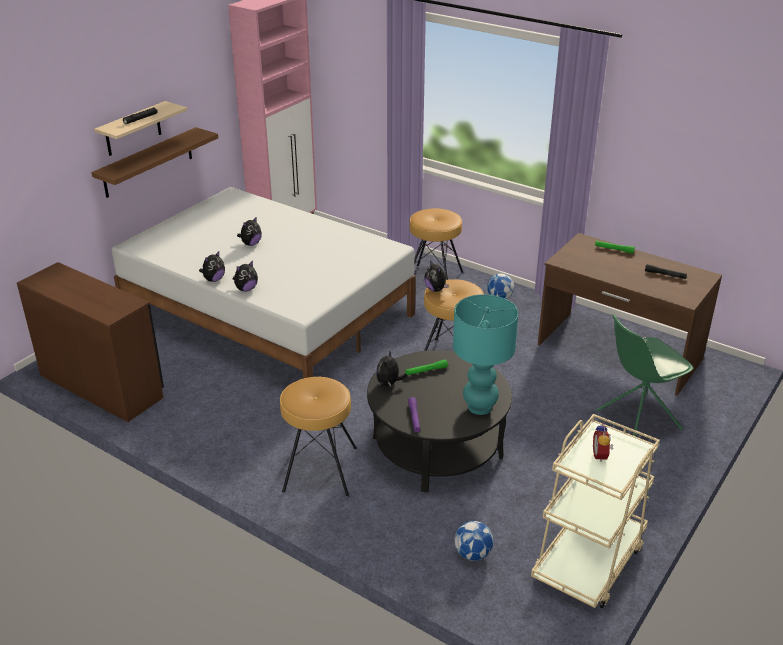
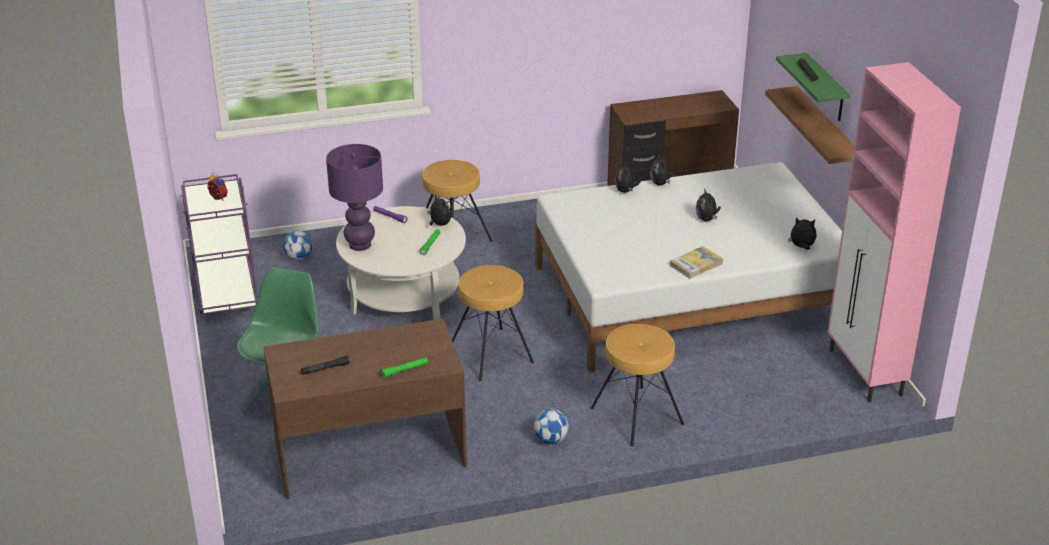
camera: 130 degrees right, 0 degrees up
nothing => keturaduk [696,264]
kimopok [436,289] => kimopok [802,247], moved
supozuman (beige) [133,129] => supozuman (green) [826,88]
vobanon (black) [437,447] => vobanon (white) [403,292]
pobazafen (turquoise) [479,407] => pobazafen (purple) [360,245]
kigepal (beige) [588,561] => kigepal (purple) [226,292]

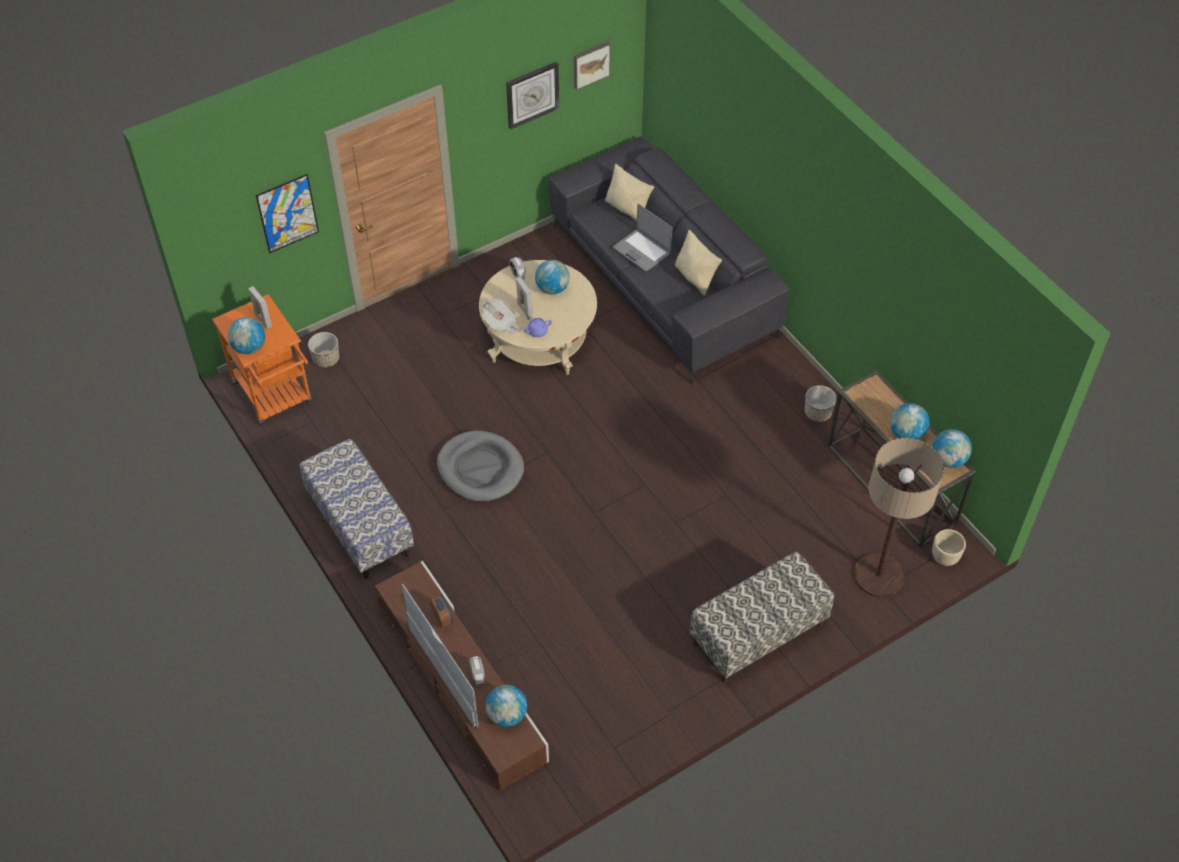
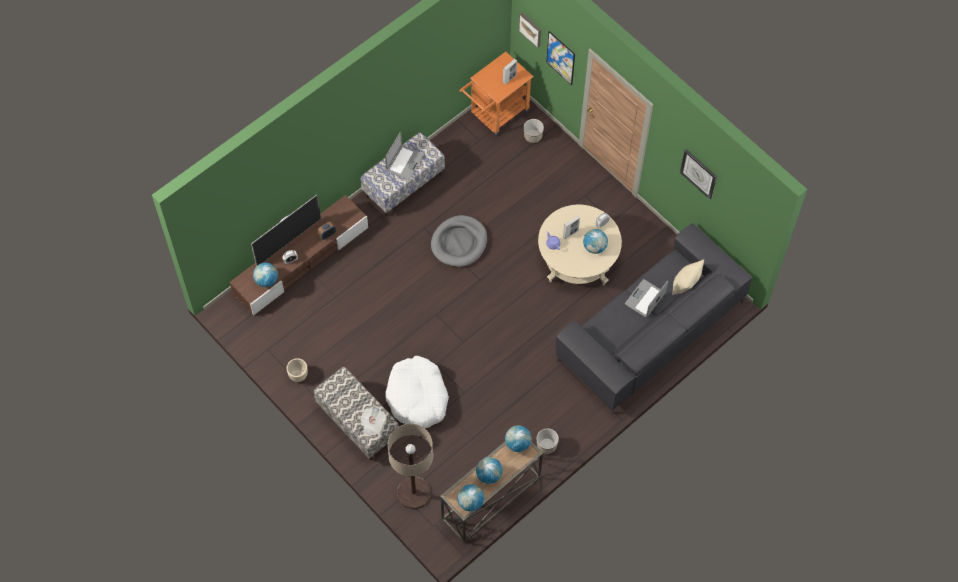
camera: 80 degrees right, 10 degrees up
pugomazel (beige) [695,277] => nothing
nothing => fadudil [404,162]
nothing => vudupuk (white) [417,397]
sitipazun [249,347] => sitipazun [517,443], moved
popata [501,323] => popata [372,425], moved
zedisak [590,64] => zedisak [531,29], moved
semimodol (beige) [945,557] => semimodol (beige) [298,375], moved

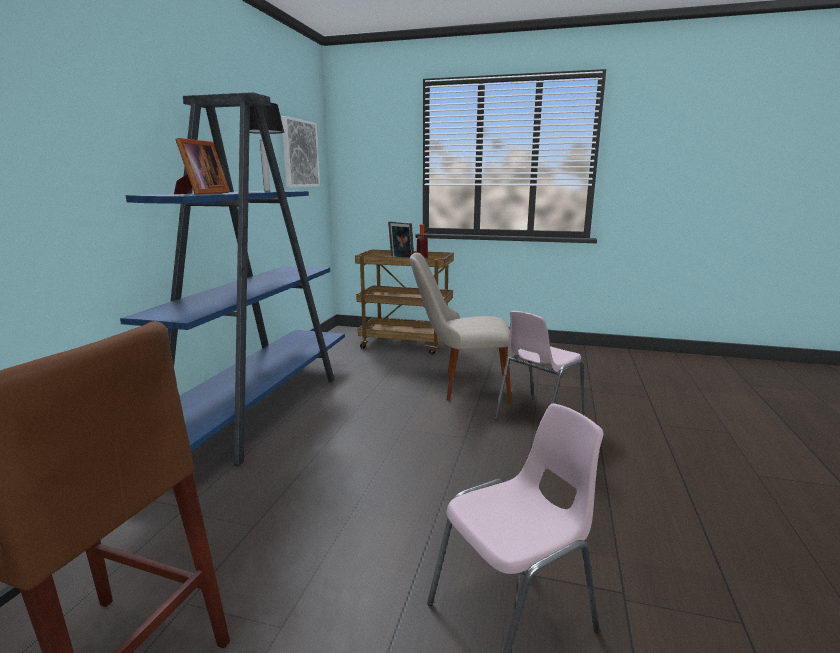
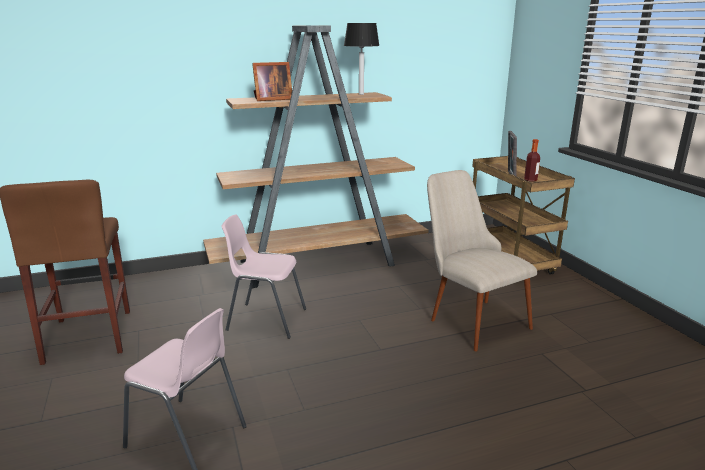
camera: 55 degrees right, 5 degrees up
zedisak [300,154] => nothing
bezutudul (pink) [537,418] => bezutudul (pink) [266,319], moved
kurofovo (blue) [259,409] => kurofovo (brown) [319,263]

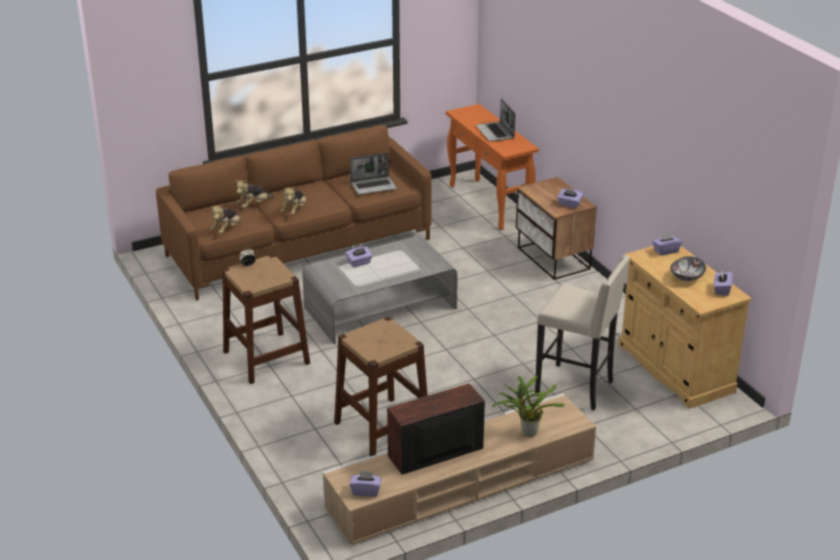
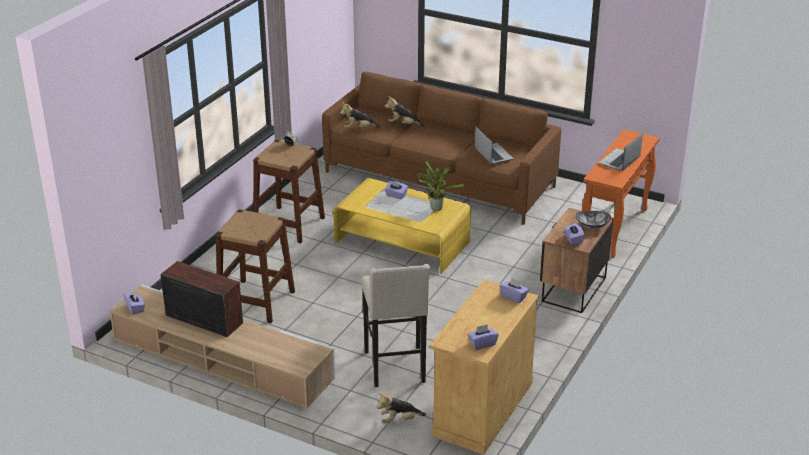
camera: 55 degrees right, 0 degrees up
kimopok [295,210] => kimopok [399,420], moved
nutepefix [527,432] => nutepefix [435,207], moved
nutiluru [687,277] => nutiluru [592,226], moved
vobanon (grey) [380,308] => vobanon (yellow) [402,242]
fadudil [374,186] => fadudil [493,154], 150 degrees counterclockwise

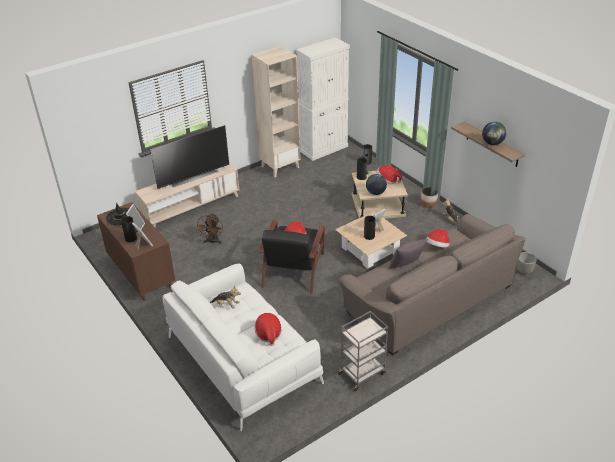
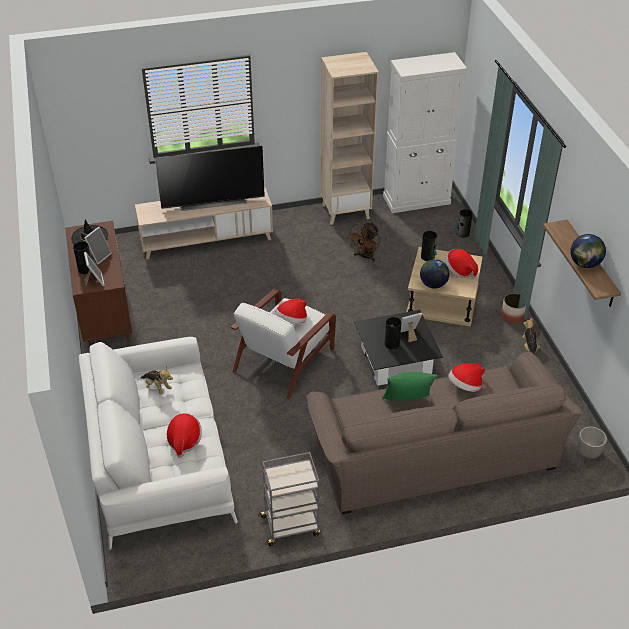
camera: 20 degrees right, 5 degrees up
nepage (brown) [212,242] => nepage (brown) [365,257], moved
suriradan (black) [293,269] => suriradan (white) [285,358]
vobanon (beige) [370,250] => vobanon (black) [395,361]
pugomazel (grey) [406,266] => pugomazel (green) [407,402]

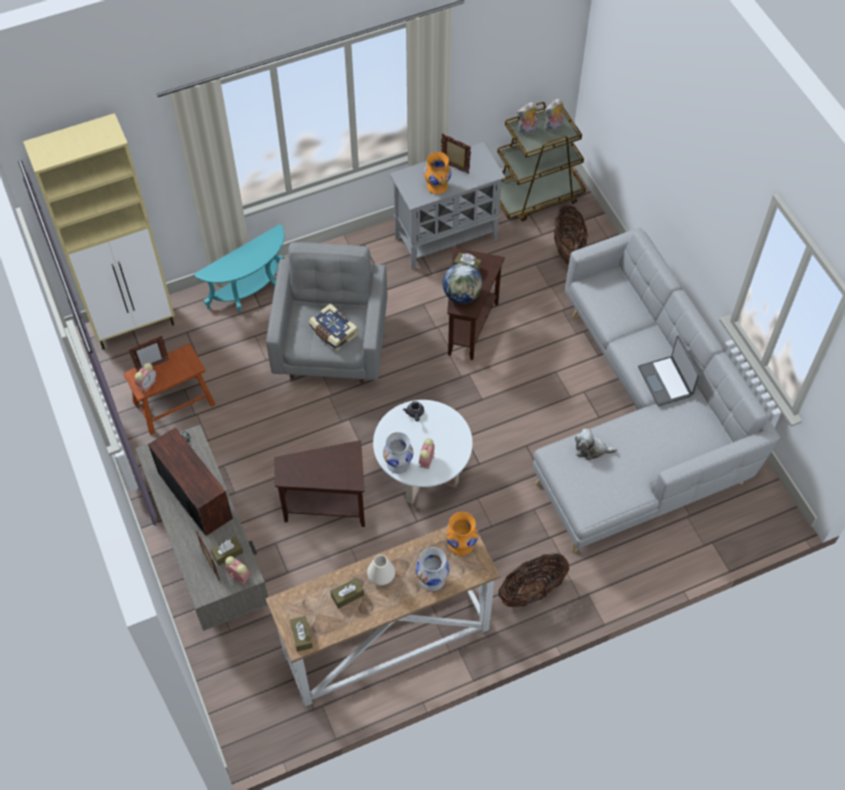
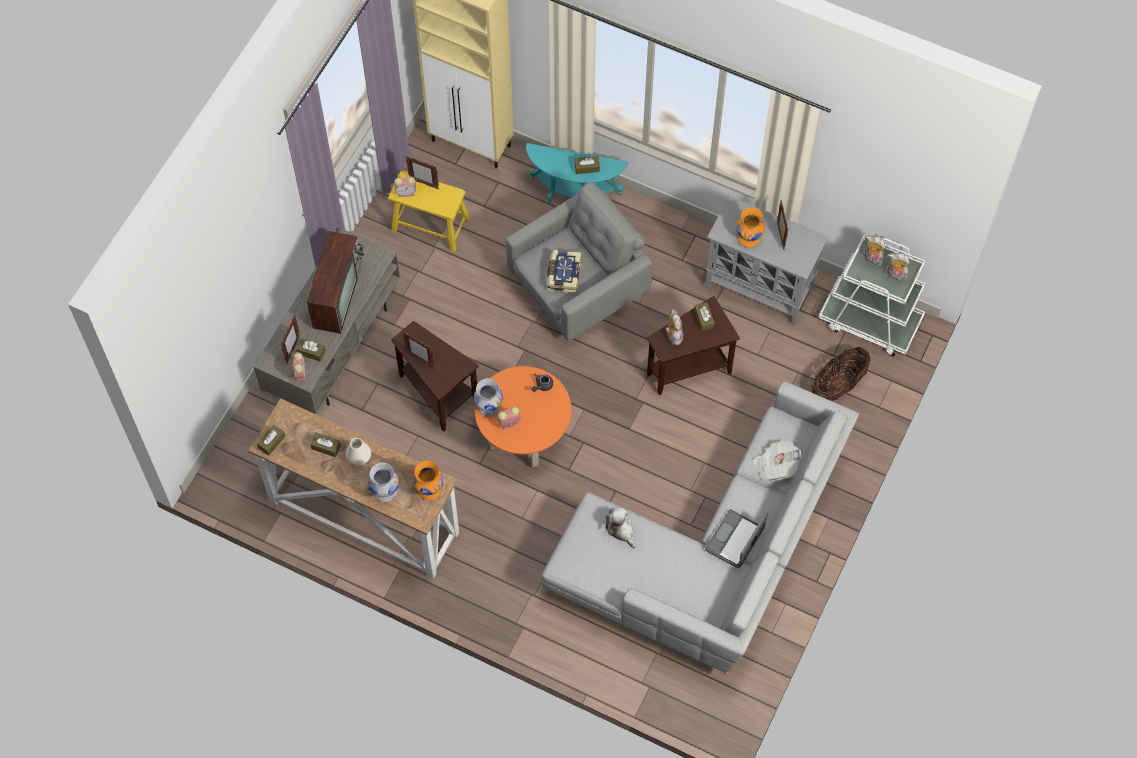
camera: 50 degrees right, 5 degrees up
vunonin [532,590] => nothing
nothing => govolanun [420,360]
nothing => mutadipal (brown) [587,167]
nothing => popata [775,465]
sitipazun [462,295] => kimopok [673,335]
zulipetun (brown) [174,403] => zulipetun (yellow) [430,224]
vobanon (white) [422,473] => vobanon (orange) [524,436]
kigepal (brown) [536,195] => kigepal (white) [870,321]

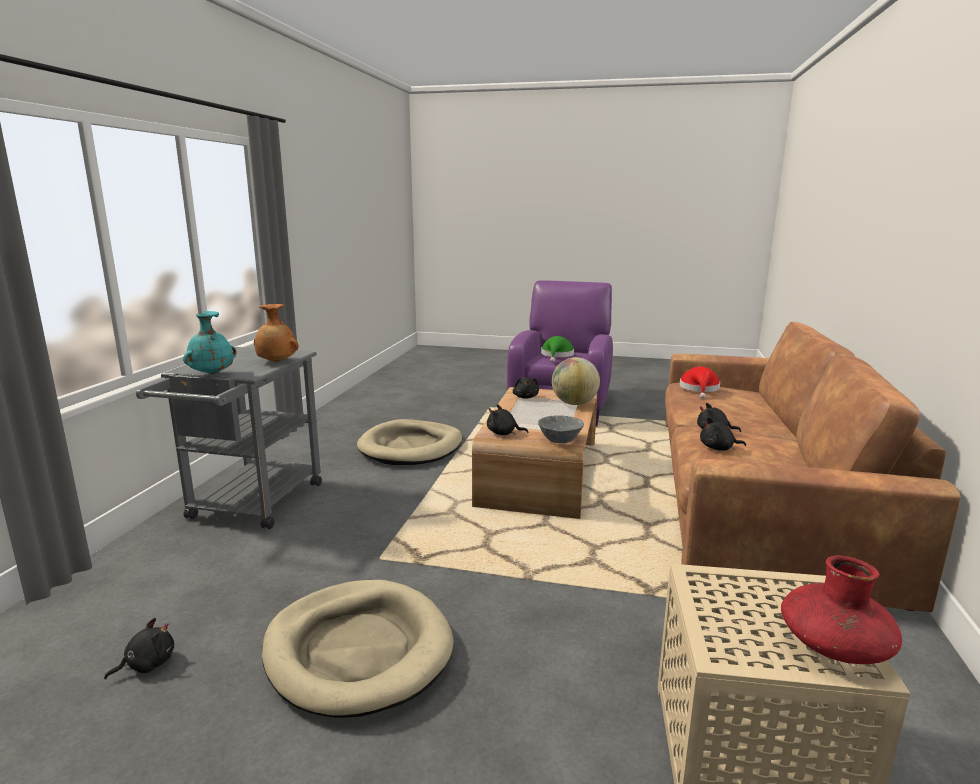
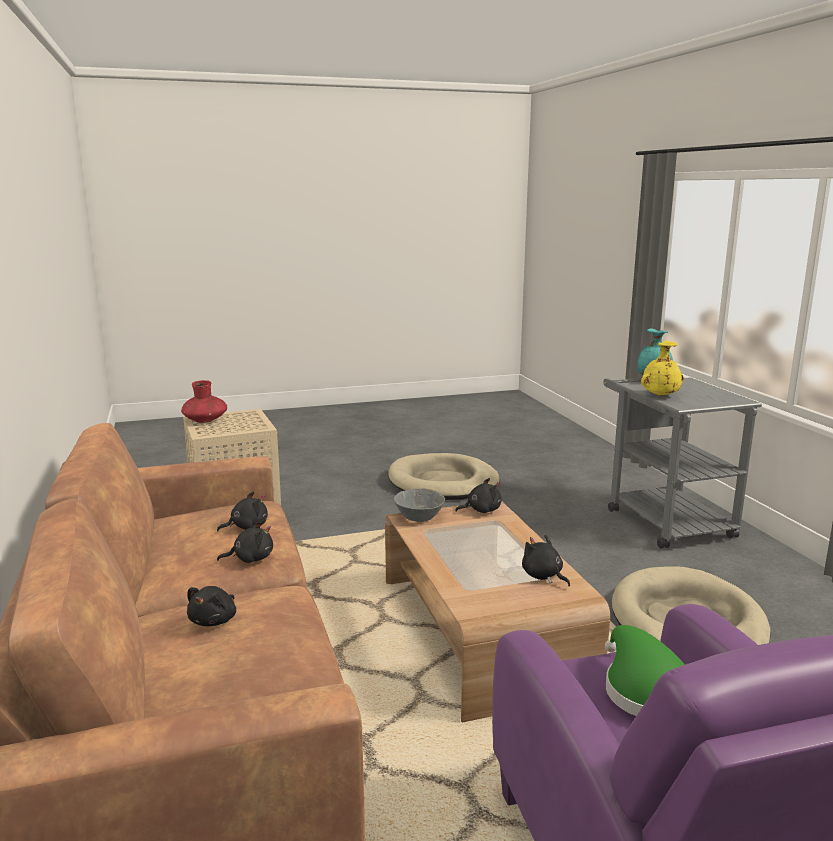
camera: 150 degrees right, 0 degrees up
sitipazun [574,403] => nothing
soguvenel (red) [699,389] => nothing
kimopok (black) [147,664] => kimopok (black) [214,620], moved
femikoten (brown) [276,362] => femikoten (yellow) [660,395]

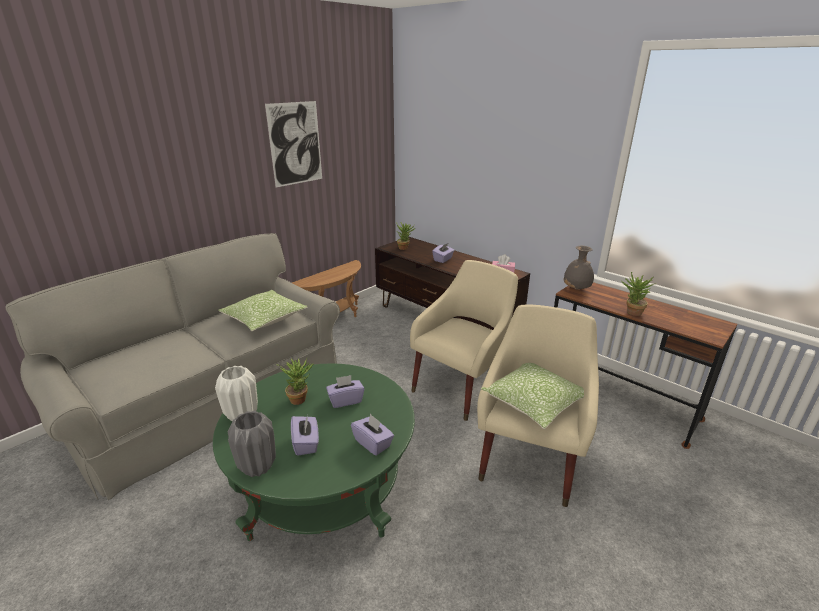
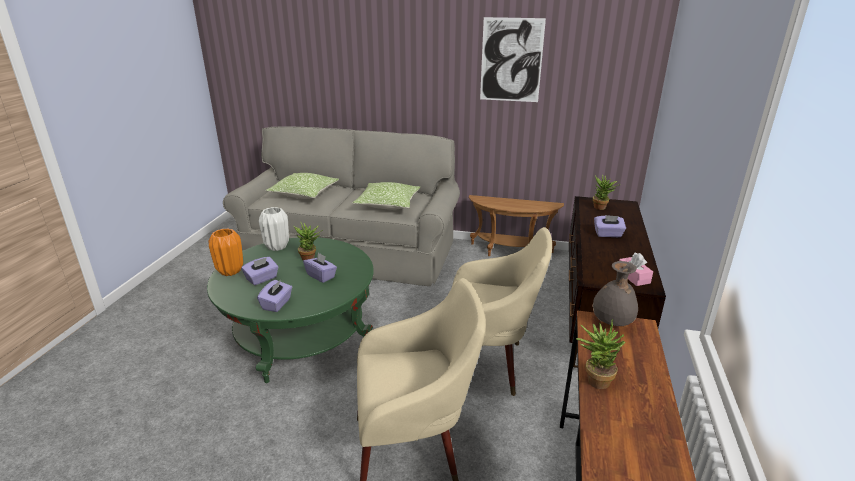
camera: 60 degrees right, 0 degrees up
pugomazel [534,402] => pugomazel [304,194], moved
femikoten (grey) [257,467] => femikoten (orange) [230,271]

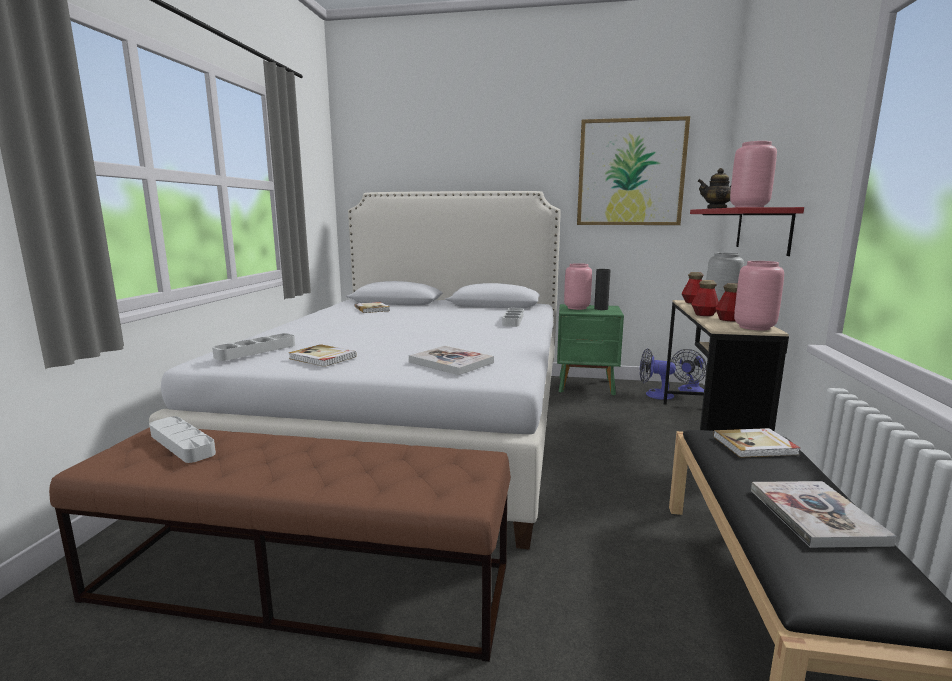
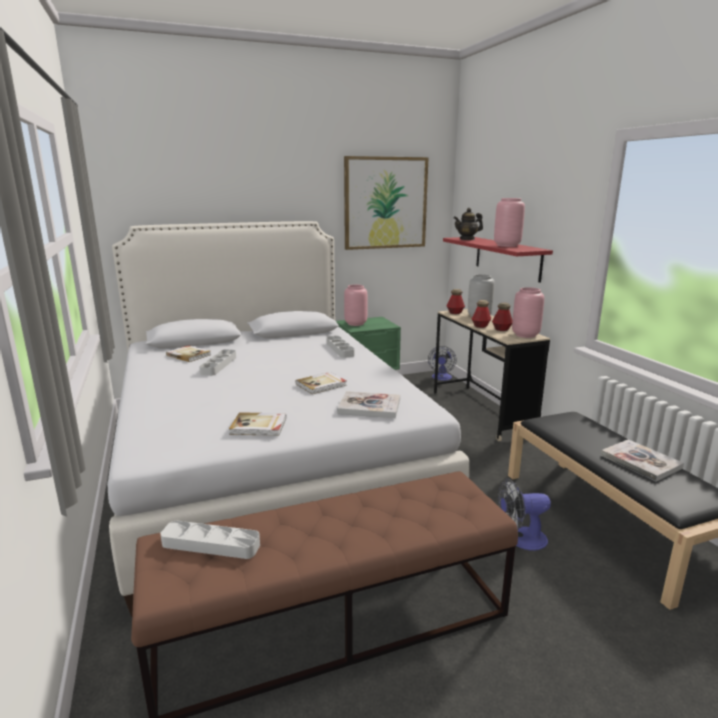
camera: 30 degrees left, 5 degrees up
femikoten (black) [601,309] => nothing
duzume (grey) [256,351] => duzume (grey) [219,365], moved
nepage [654,394] => nepage [520,539], moved
keturaduk [755,445] => keturaduk [321,385], moved

